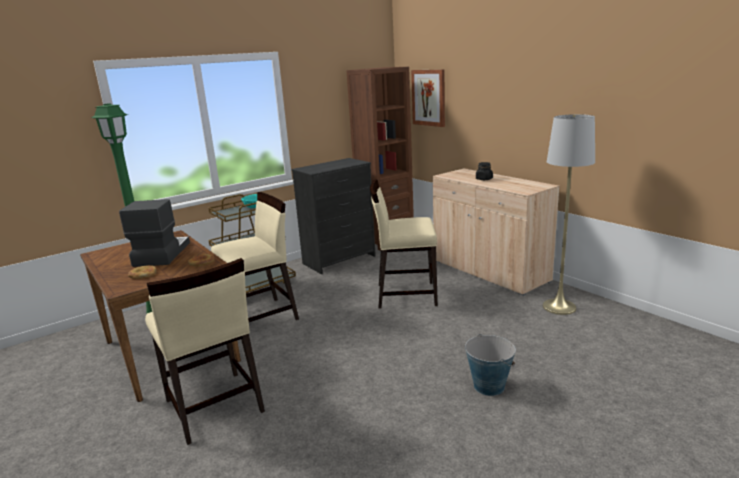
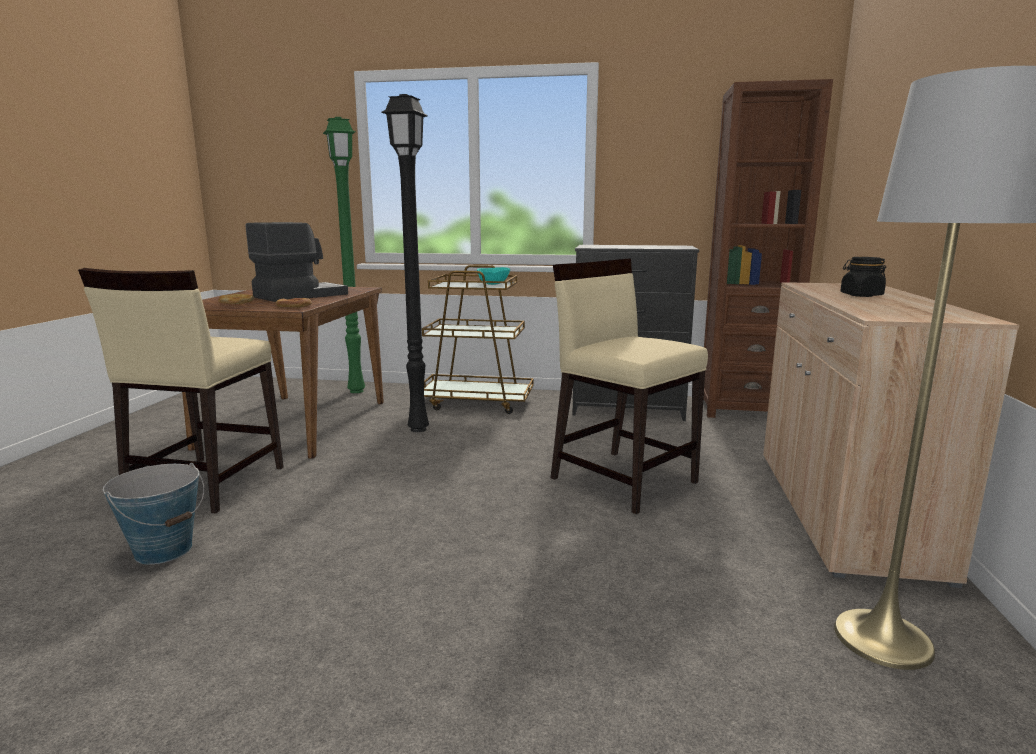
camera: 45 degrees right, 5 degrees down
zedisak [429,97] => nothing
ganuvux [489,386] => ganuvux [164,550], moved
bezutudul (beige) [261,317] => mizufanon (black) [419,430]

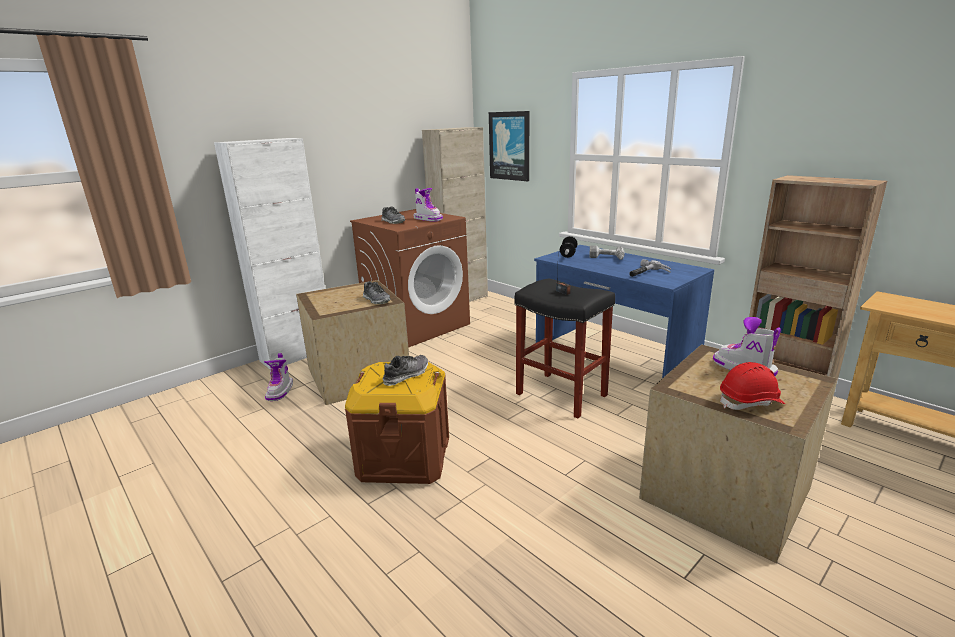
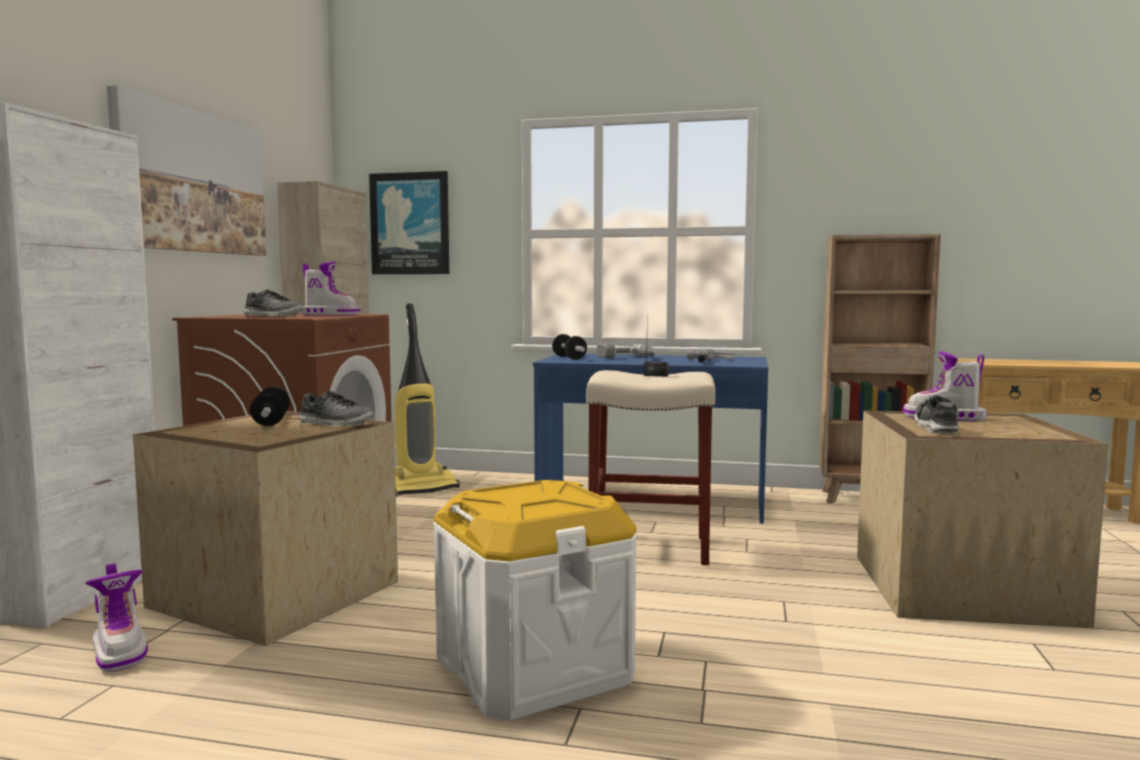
camera: 35 degrees left, 15 degrees down
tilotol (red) [750,402] => nothing
nothing => zedisak [192,182]
nothing => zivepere [271,421]
nothing => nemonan [421,488]
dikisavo [406,375] => dikisavo [935,428], moved
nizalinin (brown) [404,457] => nizalinin (white) [533,669]
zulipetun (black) [560,394] => zulipetun (beige) [647,548]

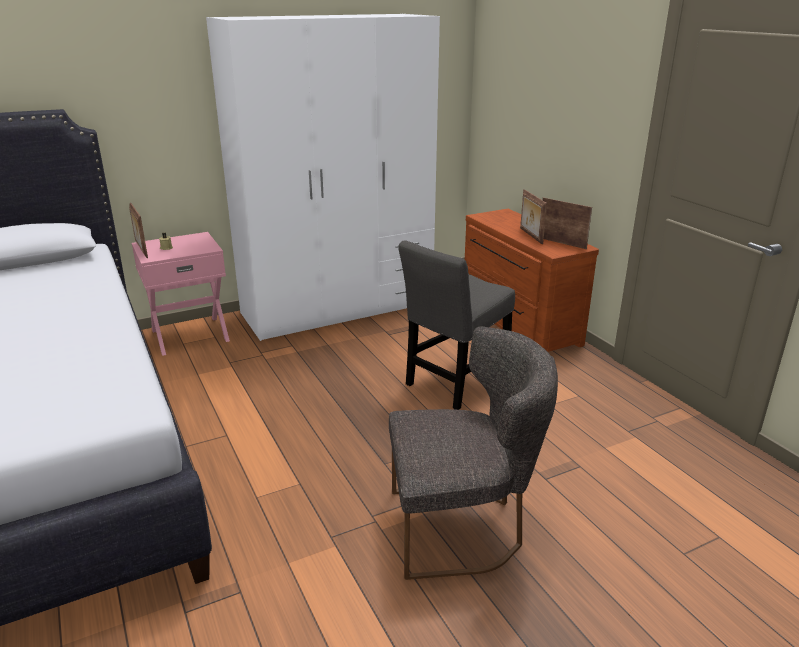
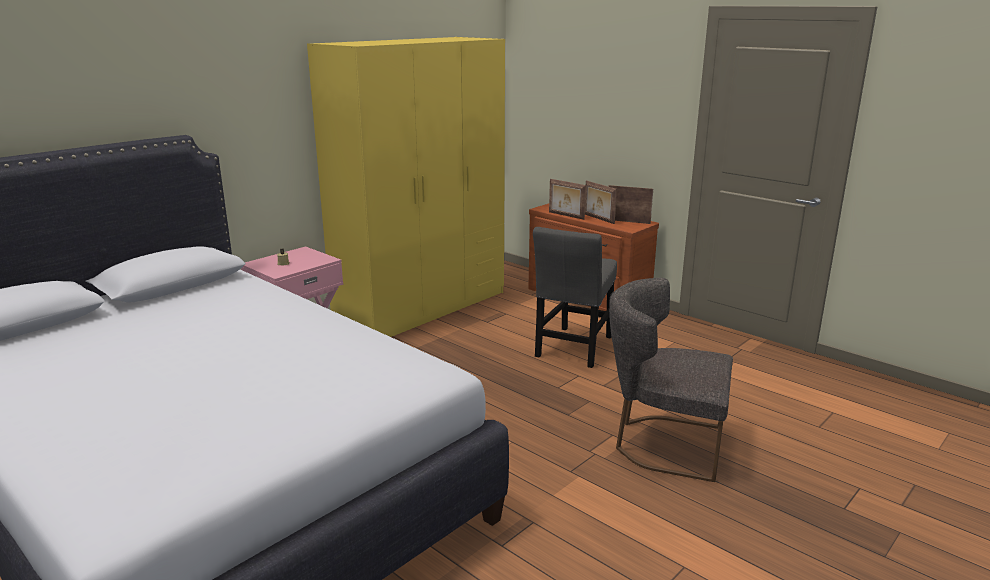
camera: 20 degrees left, 5 degrees down
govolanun [141,250] => govolanun [565,216], moved
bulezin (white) [338,308] => bulezin (yellow) [423,307]
bezutudul (grey) [463,527] => bezutudul (grey) [662,443], 135 degrees counterclockwise

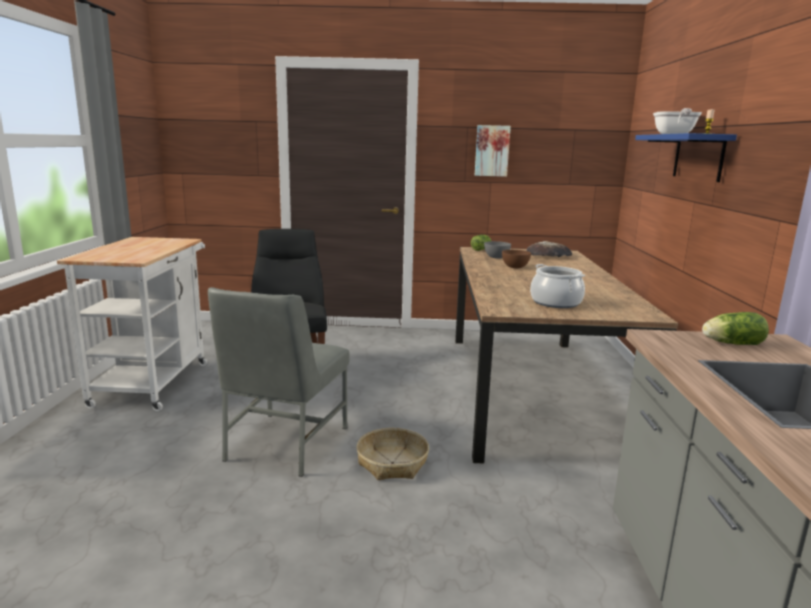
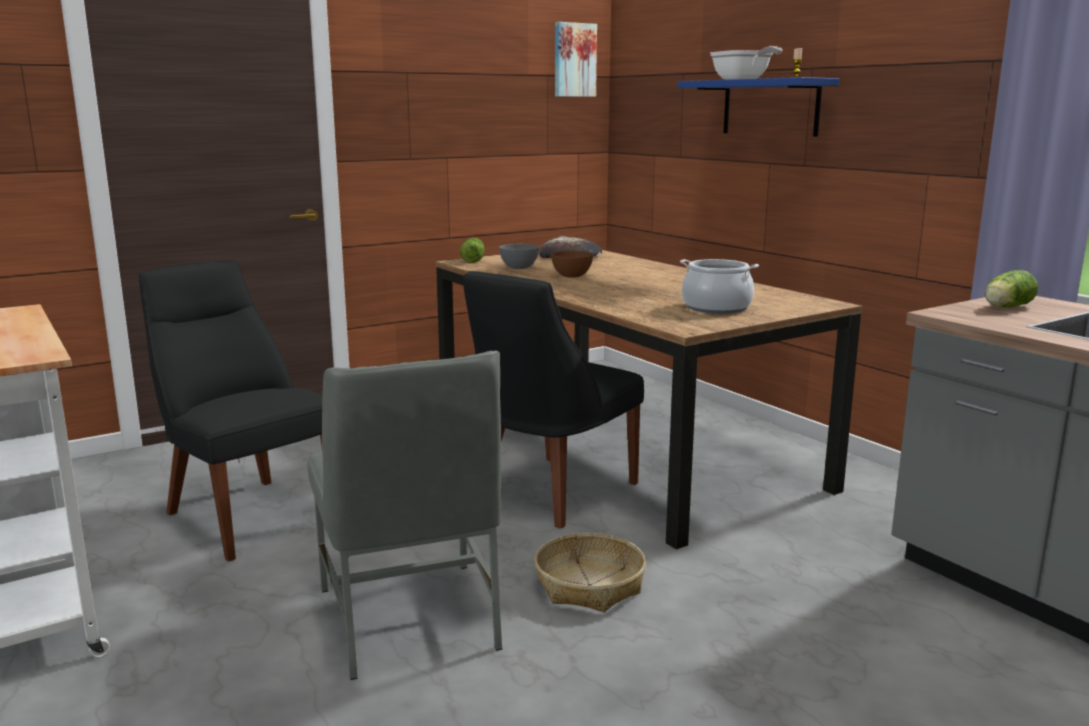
camera: 35 degrees left, 0 degrees up
nothing => bezutudul (black) [550,494]
zedisak [492,151] => zedisak [574,60], moved

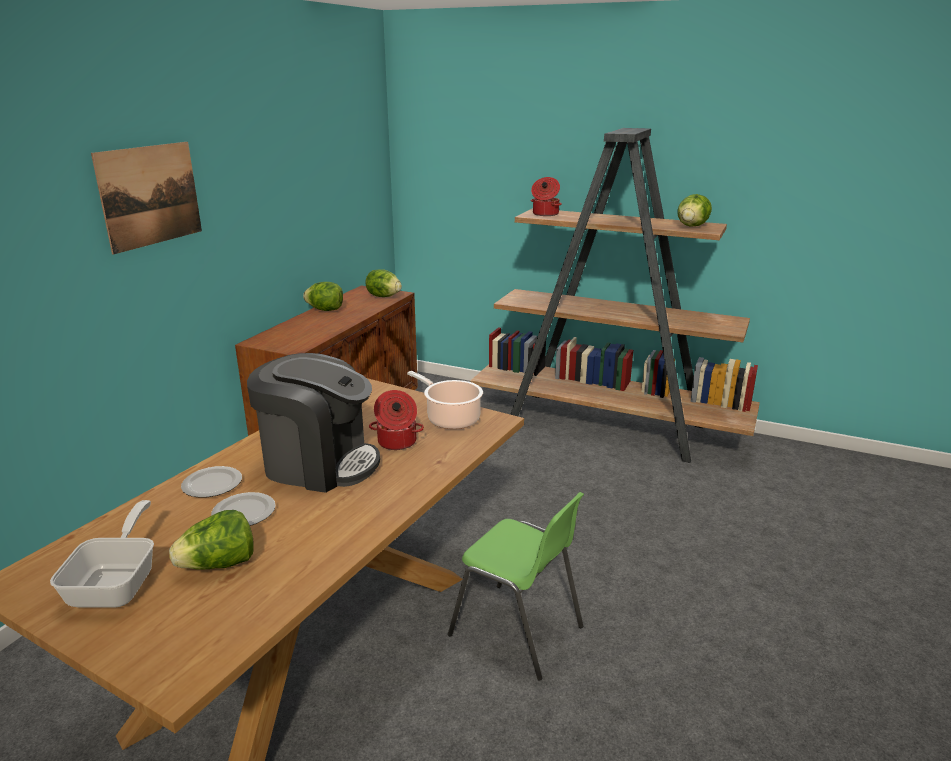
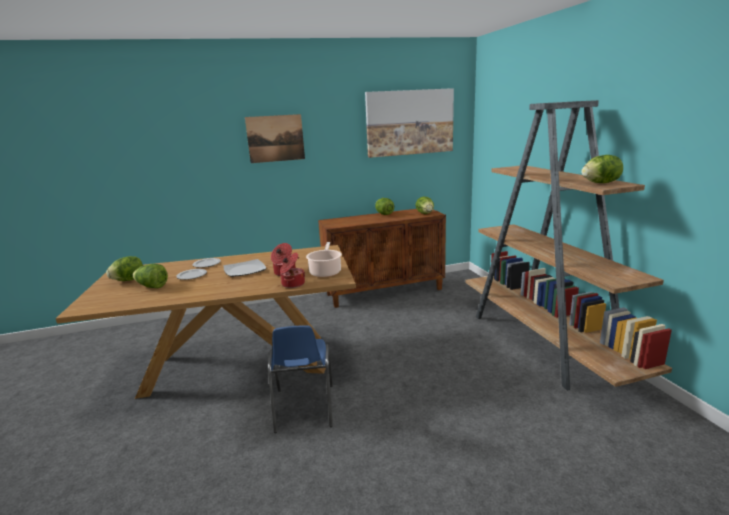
camera: 50 degrees right, 5 degrees down
nothing => zedisak [409,122]
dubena [545,214] => dubena [292,284], moved
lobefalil [118,582] => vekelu [129,280]
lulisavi [319,463] => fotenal [245,270]
bezutudul (green) [517,631] => bezutudul (blue) [304,408]

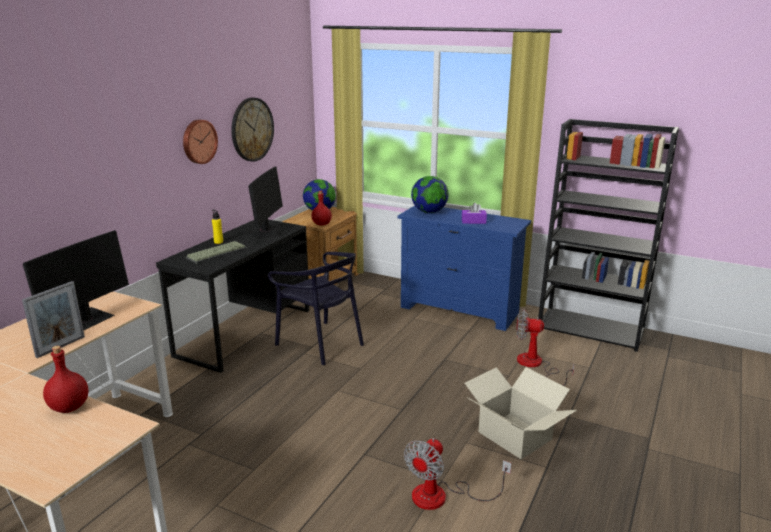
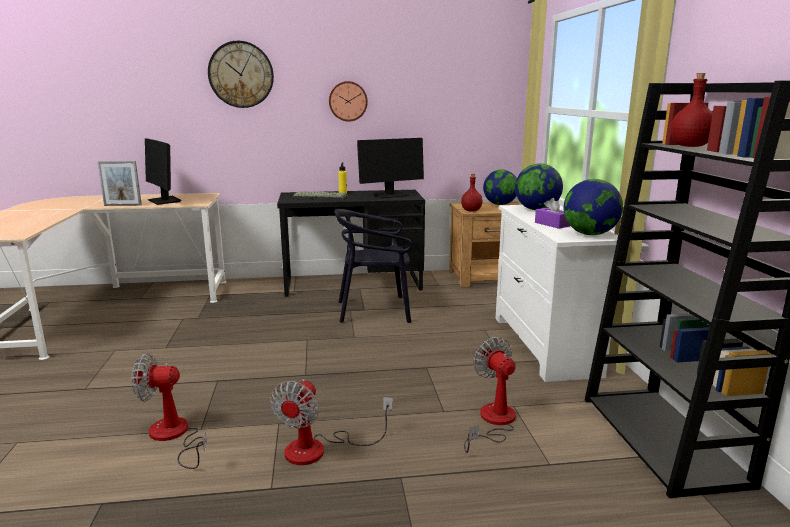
camera: 55 degrees right, 5 degrees down
nothing => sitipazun [590,234]
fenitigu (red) [69,407] => fenitigu (red) [690,146], moved
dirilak [252,129] => dirilak [241,74], moved
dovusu [515,435] => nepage [319,449]
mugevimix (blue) [459,310] => mugevimix (white) [544,345]
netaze [85,321] => netaze [164,201], 60 degrees clockwise
bezutudul (black) [320,343] => bezutudul (black) [374,310], 75 degrees clockwise

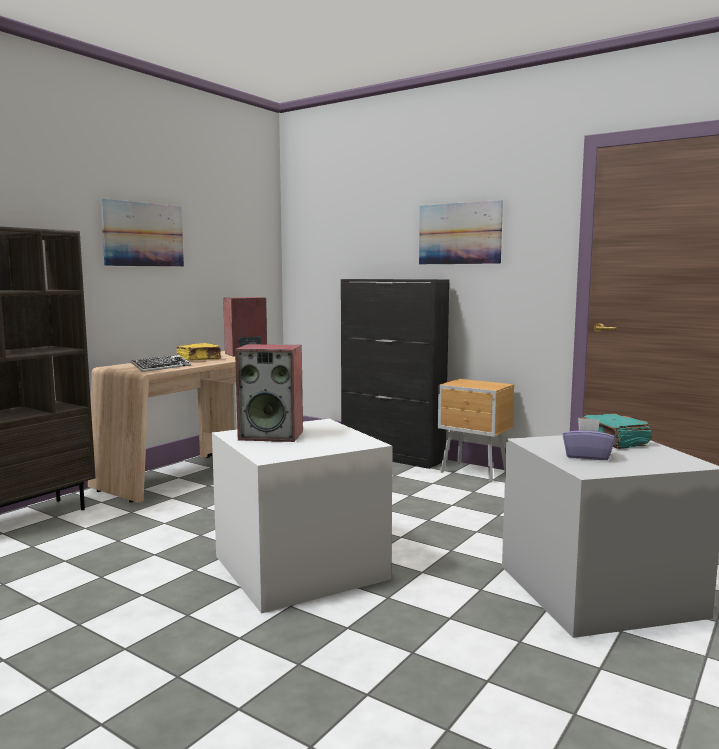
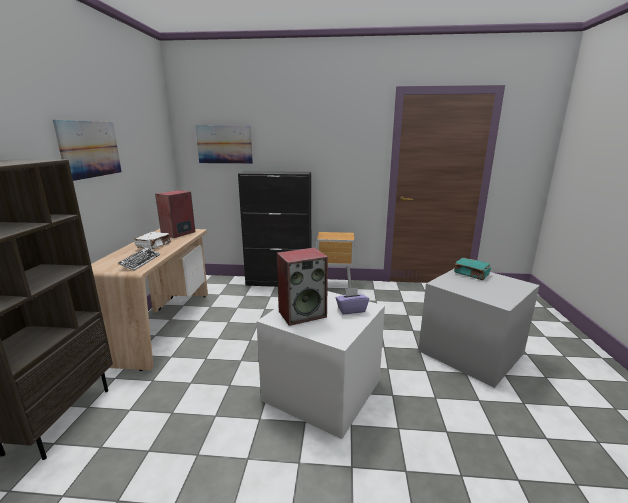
camera: 30 degrees left, 10 degrees up
zedisak [459,233] => zedisak [224,144], moved
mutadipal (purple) [586,456] => mutadipal (purple) [351,310], moved
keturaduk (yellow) [199,359] => keturaduk (white) [154,246]

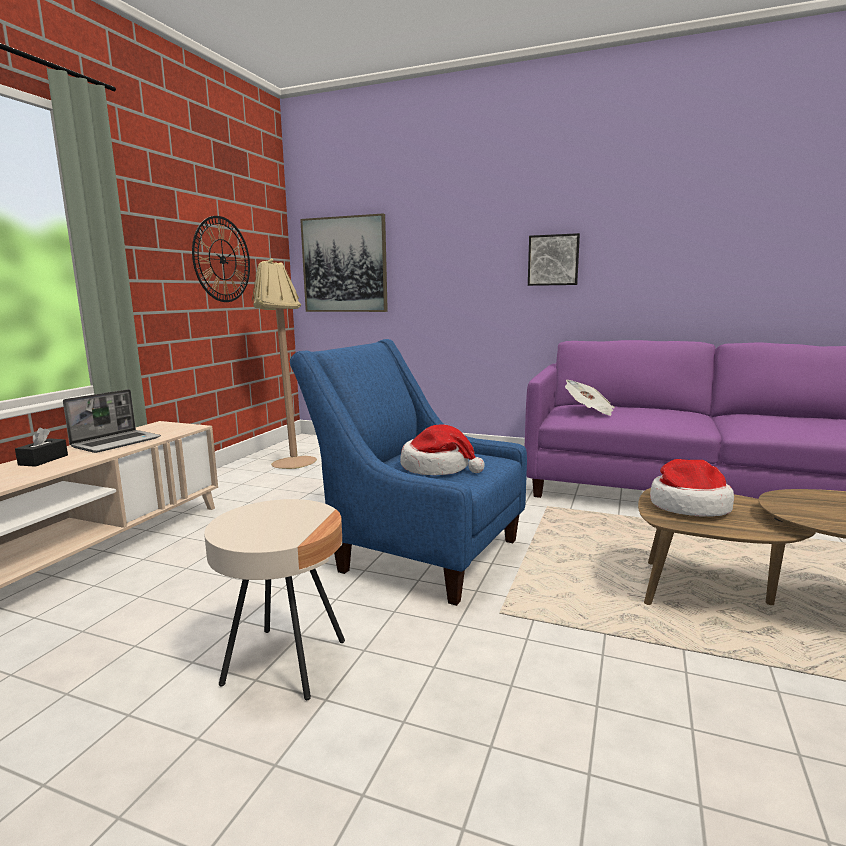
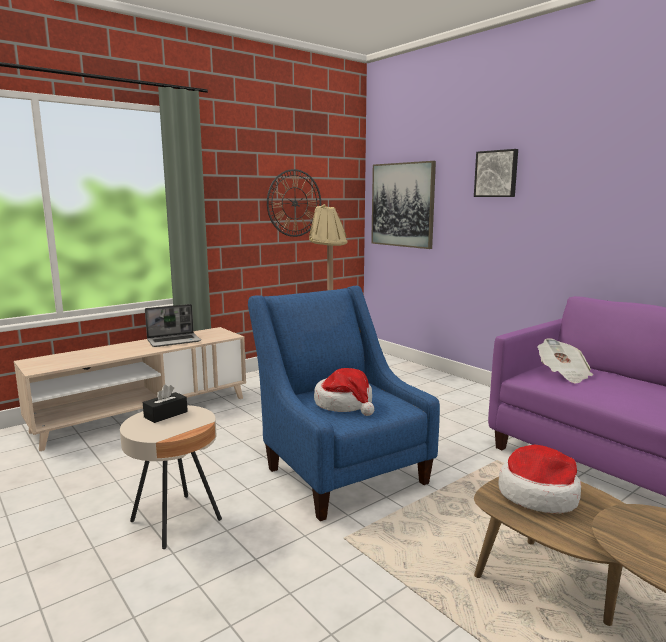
camera: 30 degrees right, 0 degrees up
mutadipal (black) [43,460] => mutadipal (black) [166,414], moved
zedisak [553,260] => zedisak [496,173], moved

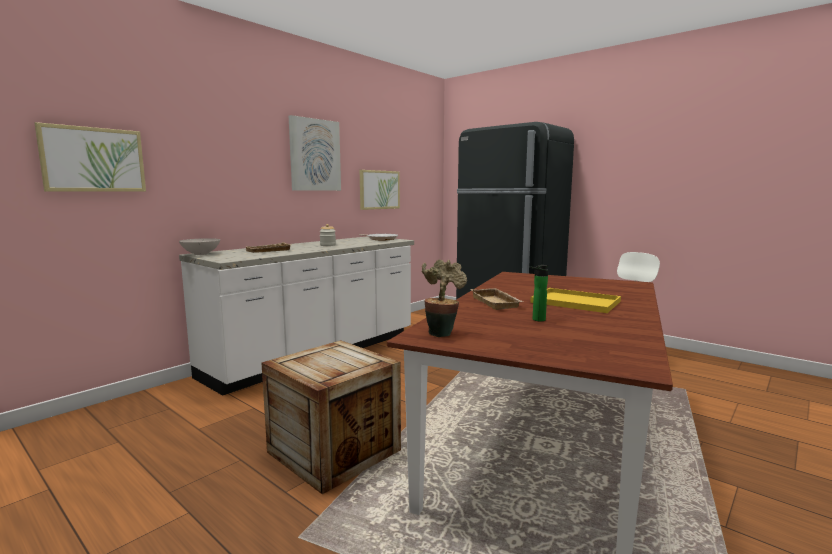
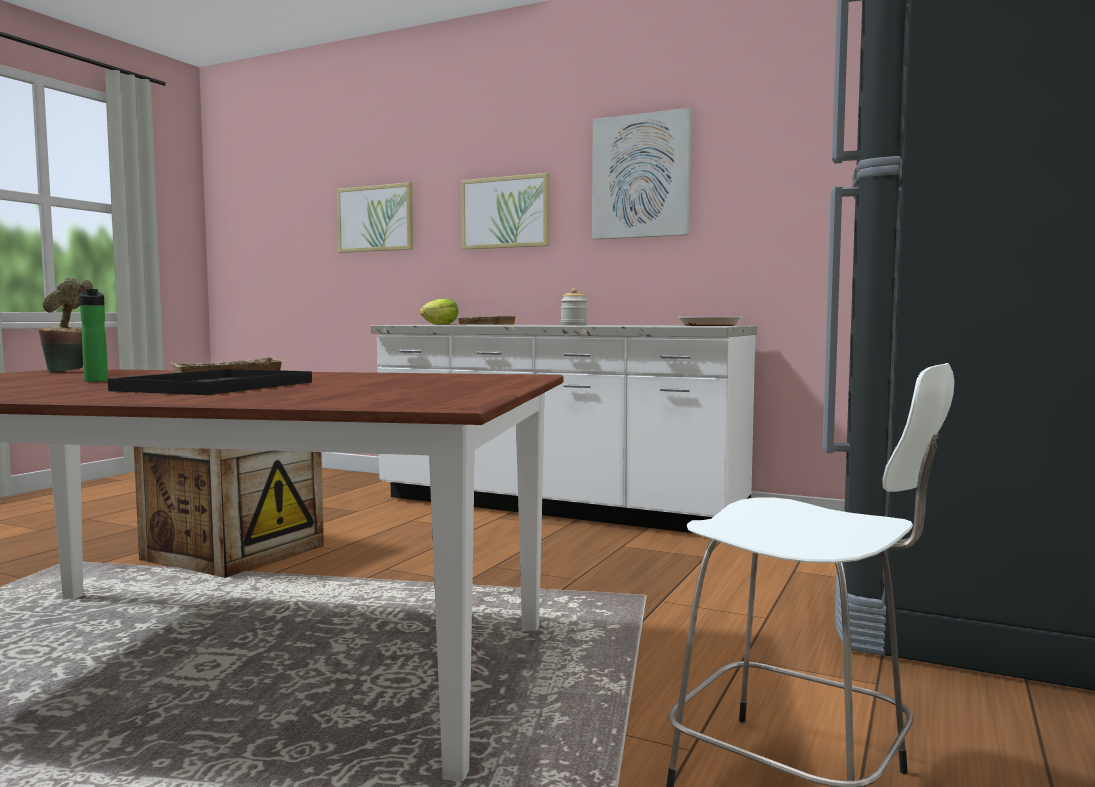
camera: 75 degrees right, 5 degrees down
zedisak [379,190] => zedisak [505,212], moved
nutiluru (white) [201,254] => vekelu [440,324]
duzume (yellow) [573,302] => duzume (black) [217,386]

